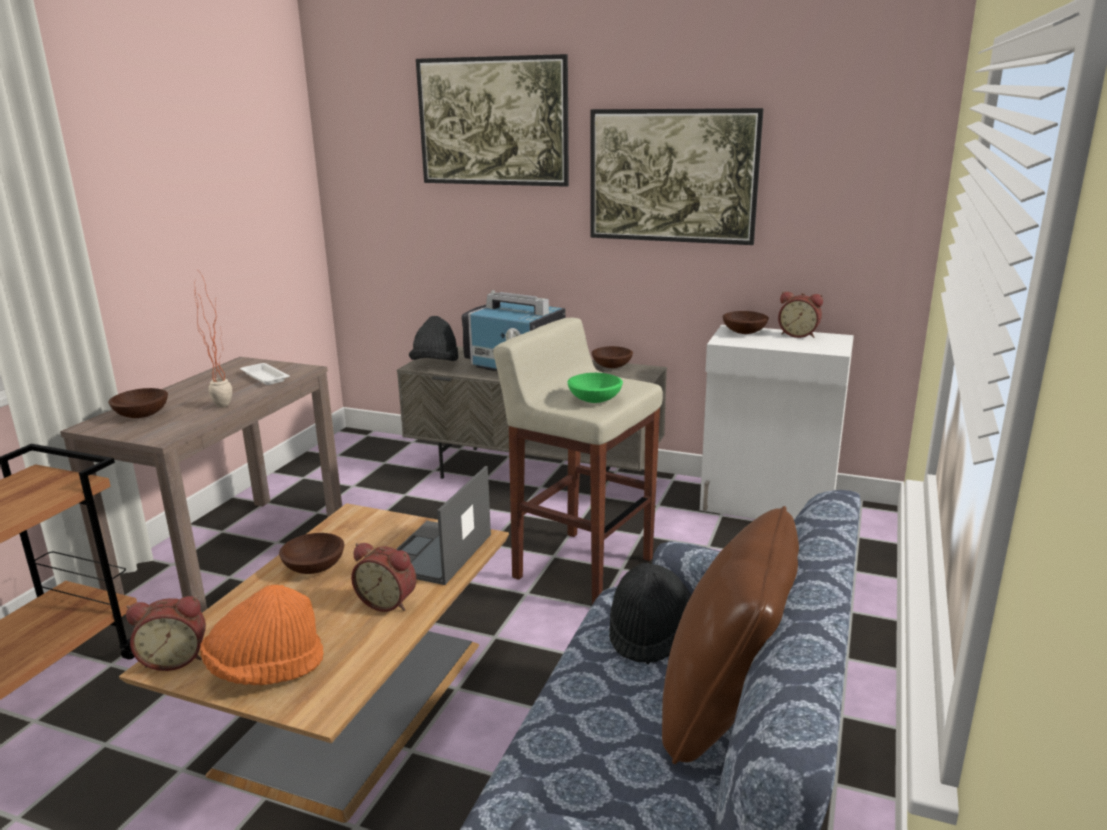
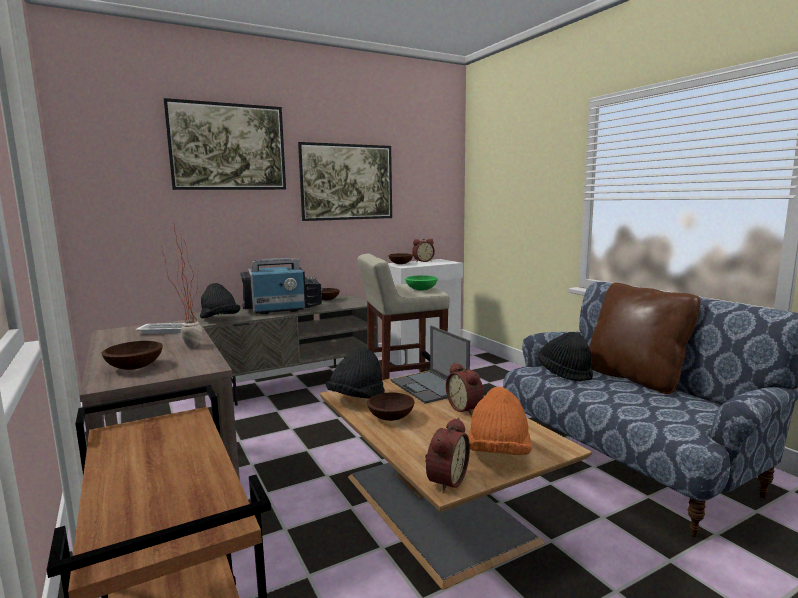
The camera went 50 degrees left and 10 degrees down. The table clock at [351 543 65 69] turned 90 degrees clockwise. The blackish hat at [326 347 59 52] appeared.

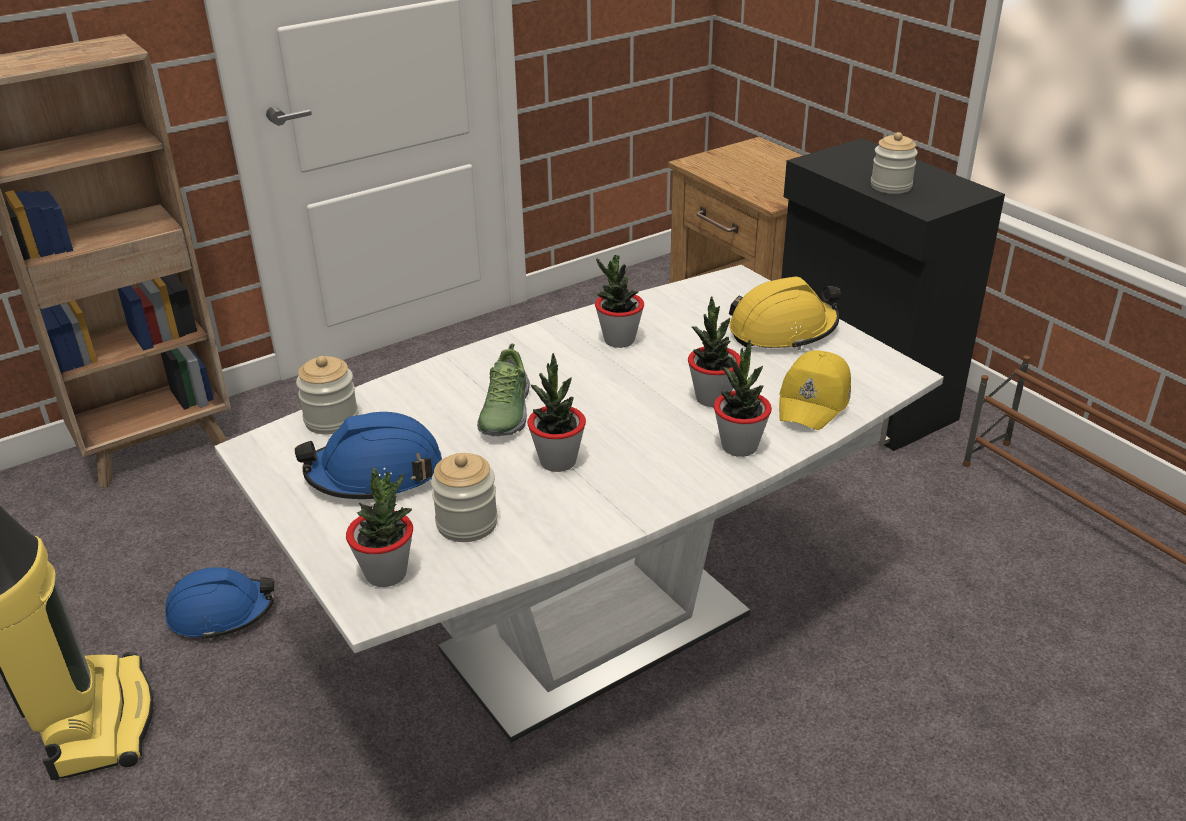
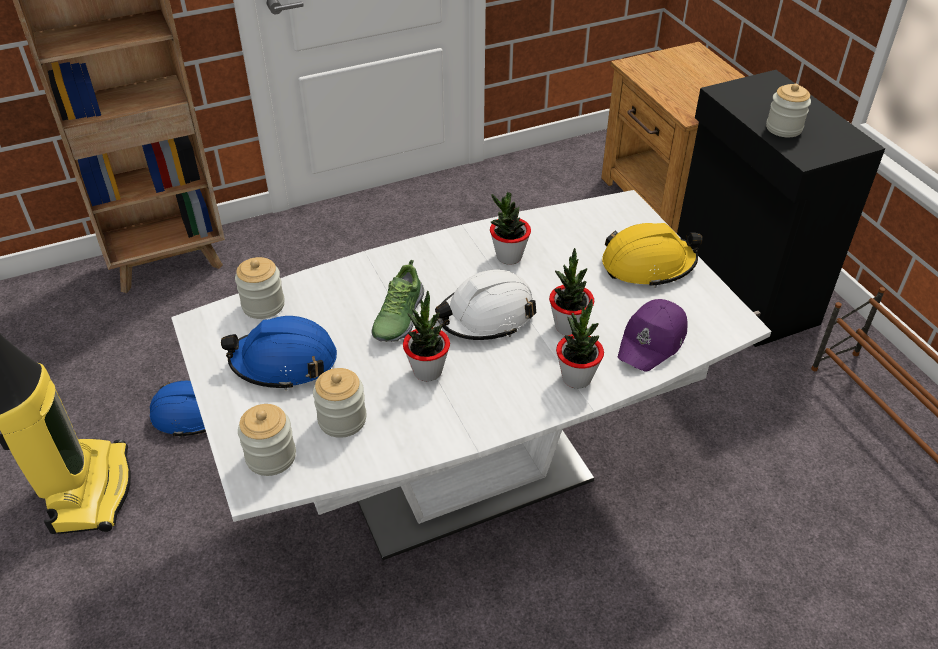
The camera went 10 degrees right and 10 degrees up. The plant in a pot at [346 468 67 119] was replaced by the preserve jar at [238 404 58 72]. The yellow-coloured cap at [779 351 72 79] became the purple-coloured cap at [618 299 69 73]. The white-coloured work helmet at [435 269 101 71] appeared.

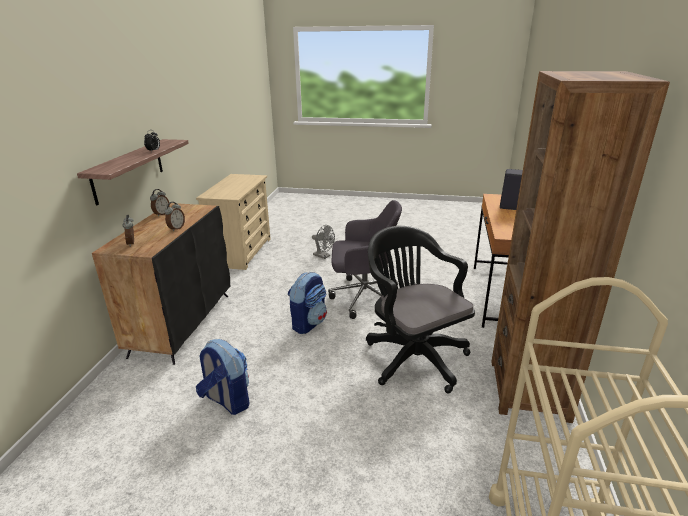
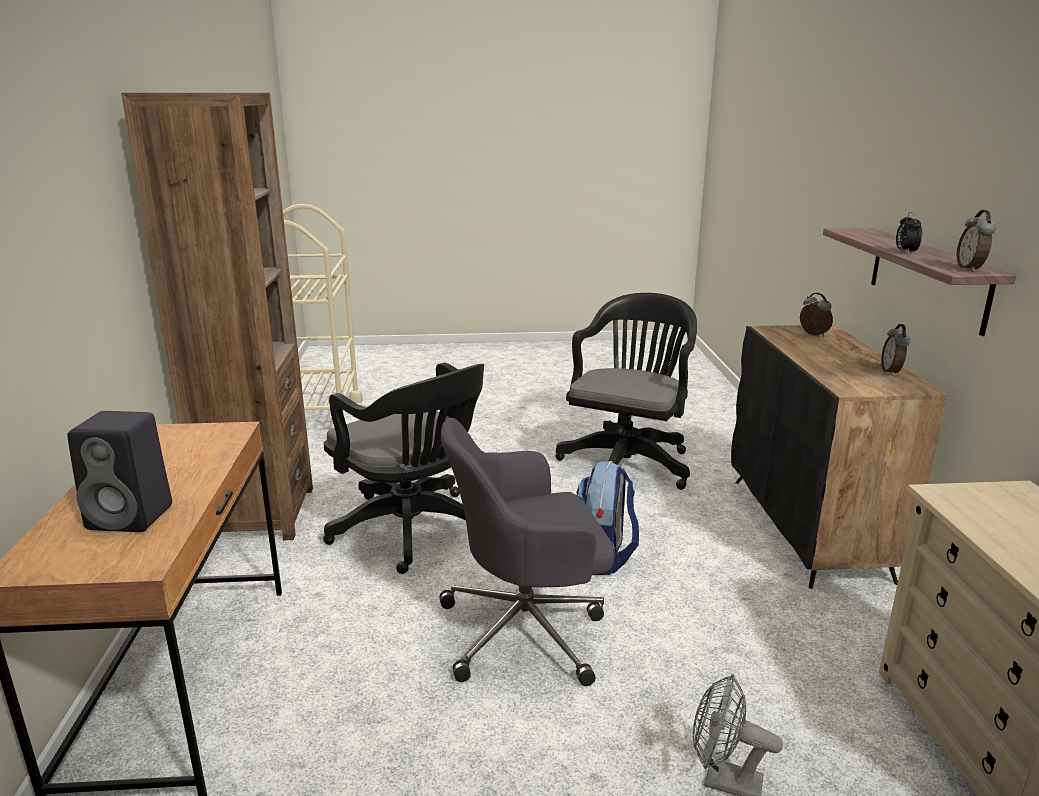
The camera went 165 degrees right and 5 degrees down. The table clock moved from [164 202 21 29] to [957 210 39 62]. The backpack at [196 339 53 76] was replaced by the blackish office chair at [555 293 142 197].

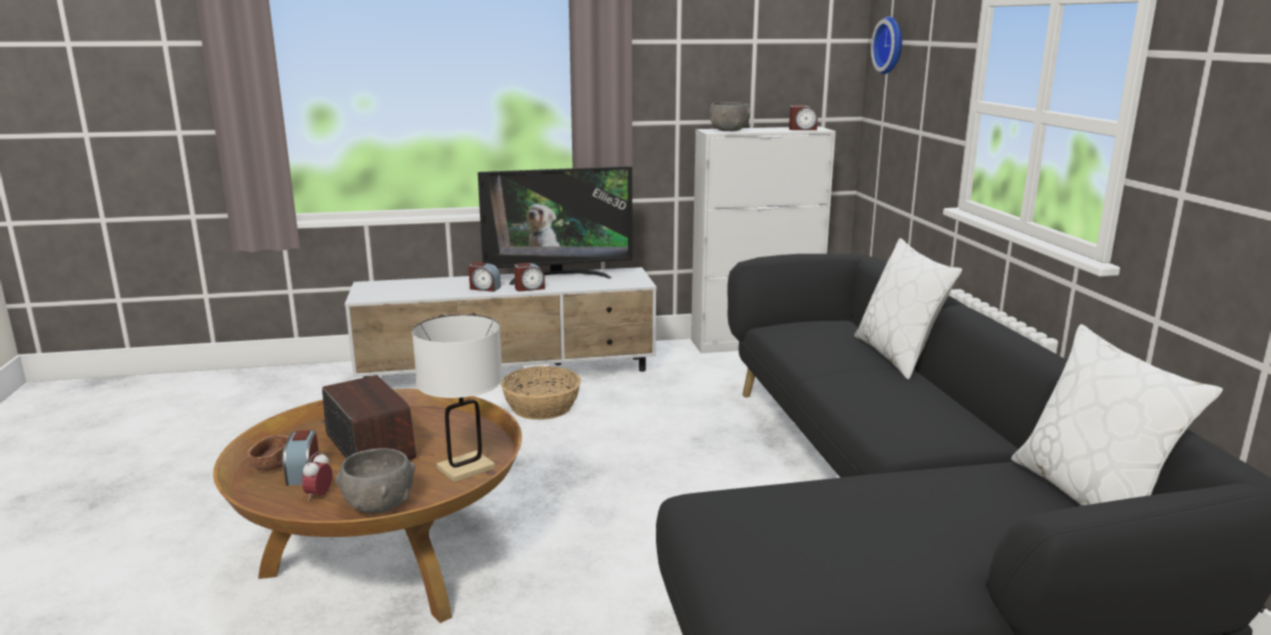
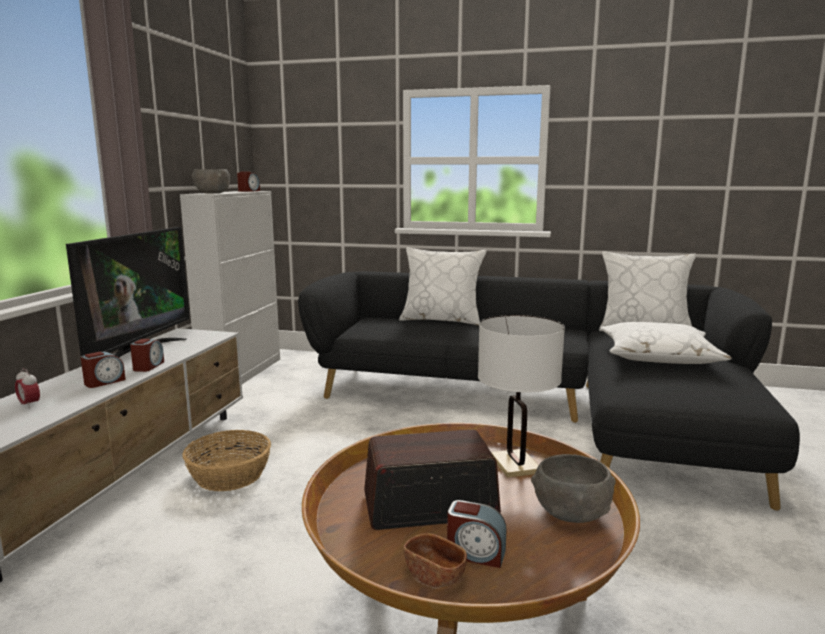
The camera went 65 degrees left and 5 degrees down. The table clock moved from [302 452 30 49] to [15 368 25 41]. The wall clock at [871 16 31 58] disappeared. The white-coloured throw pillow at [601 322 131 42] appeared.

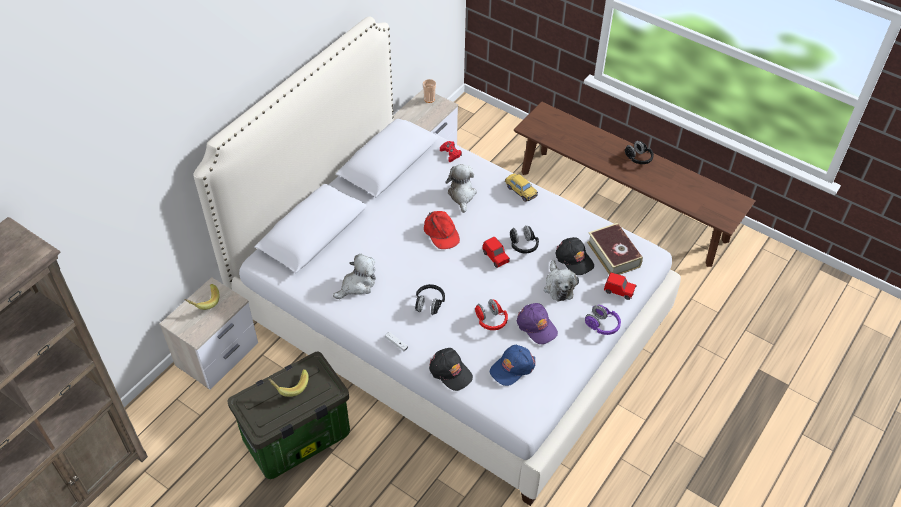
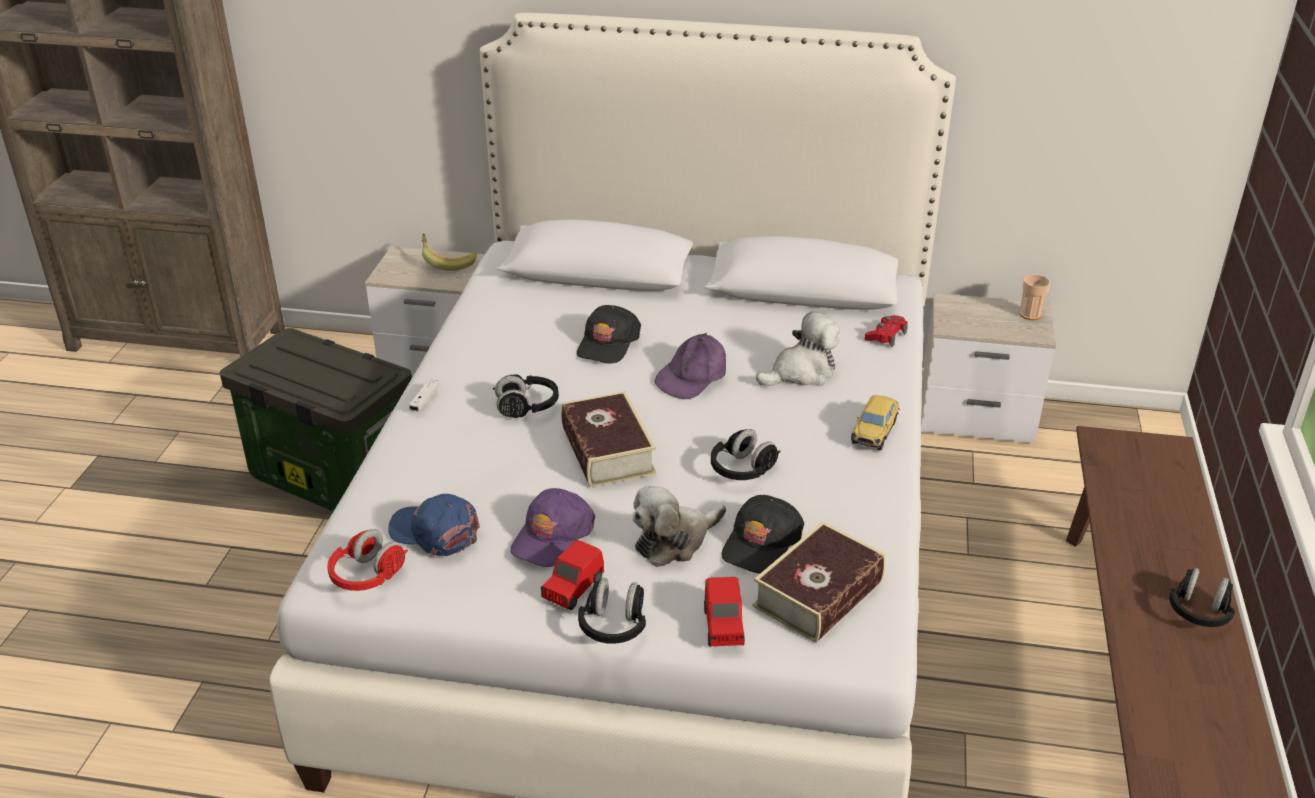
The camera went 65 degrees right and 15 degrees down. The whole banana at [268 369 41 28] disappeared. The soft toy at [333 254 43 45] disappeared. The red-coloured cap at [424 211 36 38] became the purple-coloured cap at [655 333 71 66]. The blackish cap moved from [429 348 44 43] to [577 305 64 58]. The red-coloured headphones moved from [475 299 33 31] to [327 529 81 62]. The red-coloured model car moved from [483 237 27 31] to [541 540 63 70]. The purple-coloured headphones at [585 305 36 30] became the blackish headphones at [578 578 68 66]. The book at [561 391 95 96] appeared.

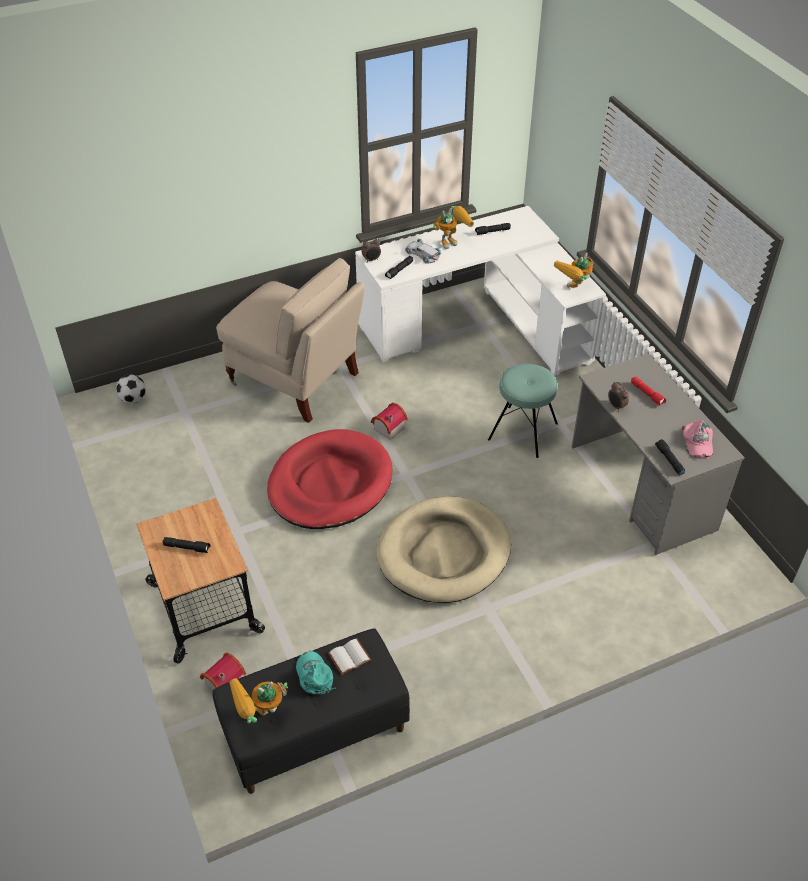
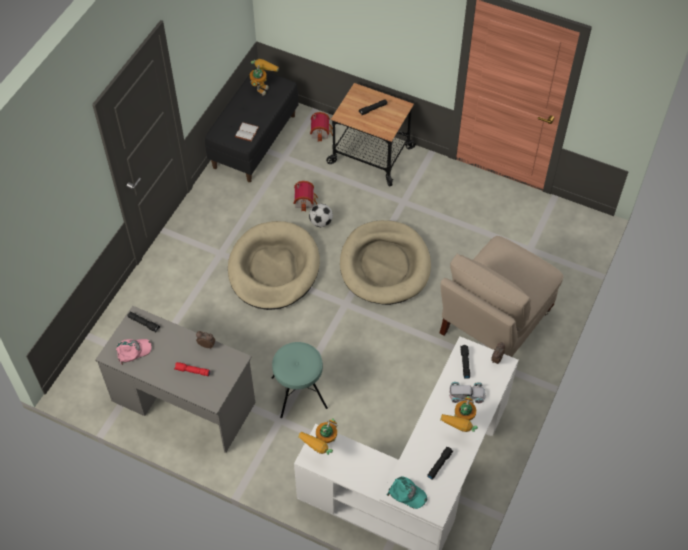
The camera went 140 degrees right and 10 degrees up. The football ball moved from [116 375 30 29] to [309 204 24 23]. The beige upright chair at [216 258 148 165] turned 45 degrees counterclockwise. The red-coloured dog cushion at [267 429 126 100] became the beige dog cushion at [340 220 91 85]. The blue-green cap moved from [296 651 40 44] to [387 476 40 33]. The miniature house moved from [371 403 37 37] to [294 181 24 30]. The model robot at [554 252 39 36] turned 150 degrees counterclockwise. The pink cap at [682 420 31 39] turned 105 degrees clockwise.

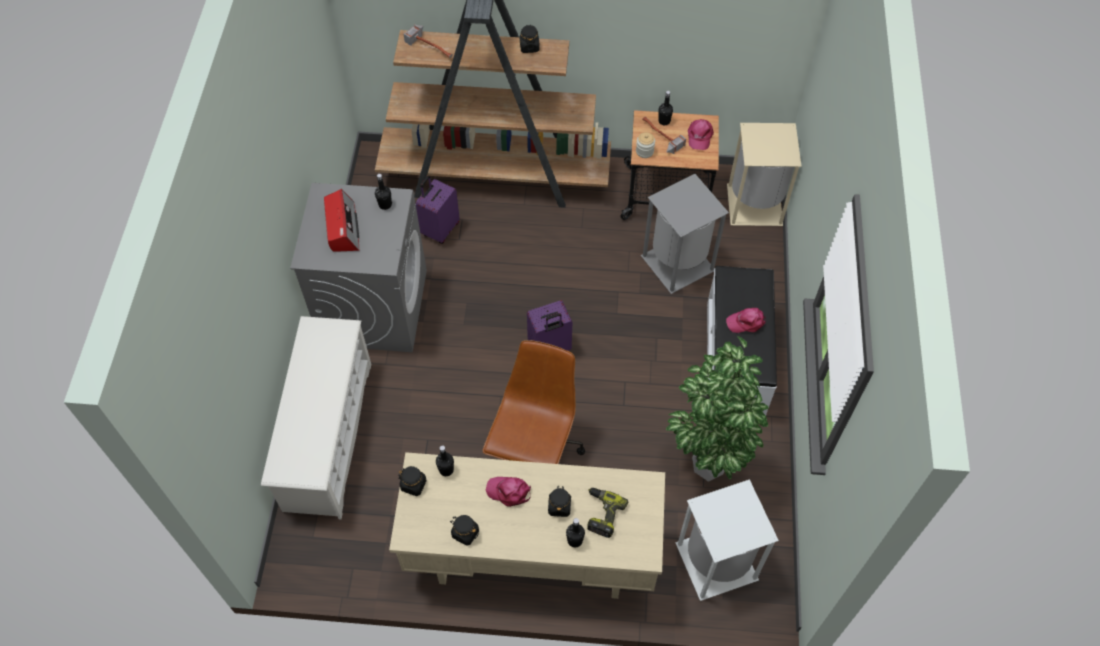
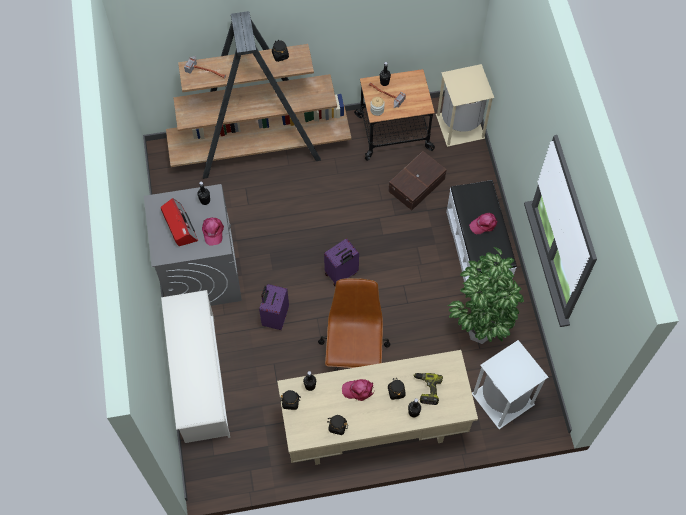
The camera went 15 degrees left and 5 degrees up. The purple-coloured travel case moved from [416 176 44 68] to [259 284 30 46]. The grey rubbish bin at [641 174 88 120] was replaced by the brown storage container at [388 151 59 59]. The pink cap moved from [688 119 26 31] to [202 218 22 27].

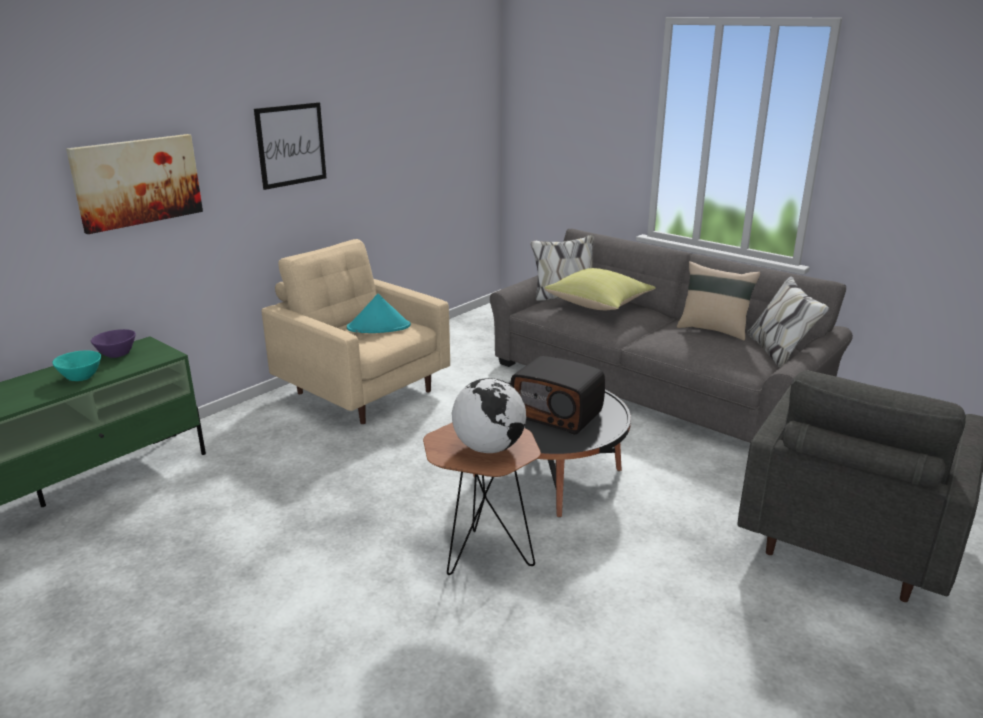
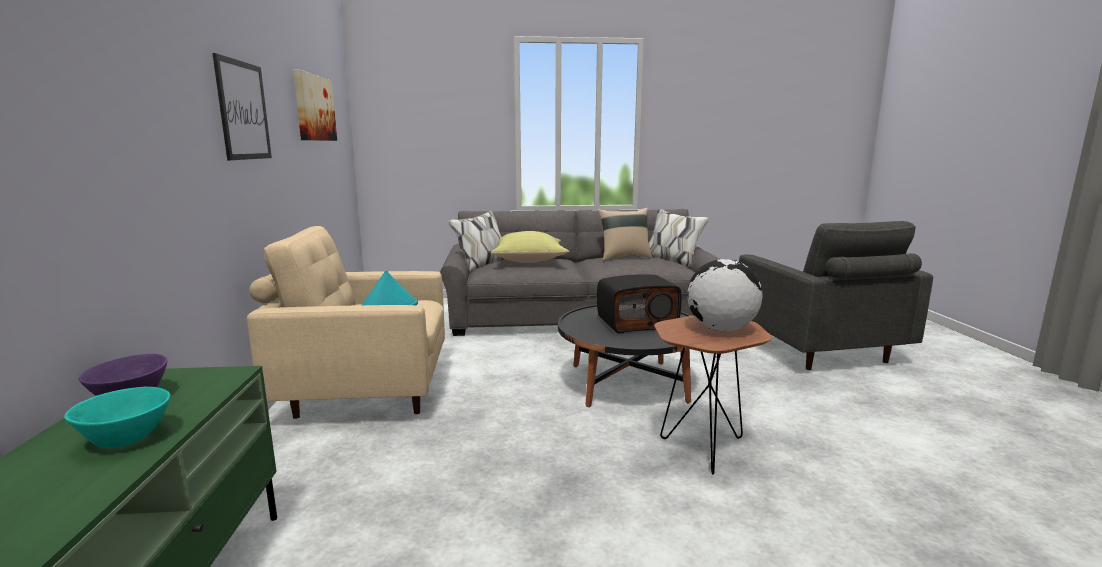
The camera went 45 degrees left and 10 degrees down. The wall picture moved from [66 134 137 100] to [293 69 44 72].

